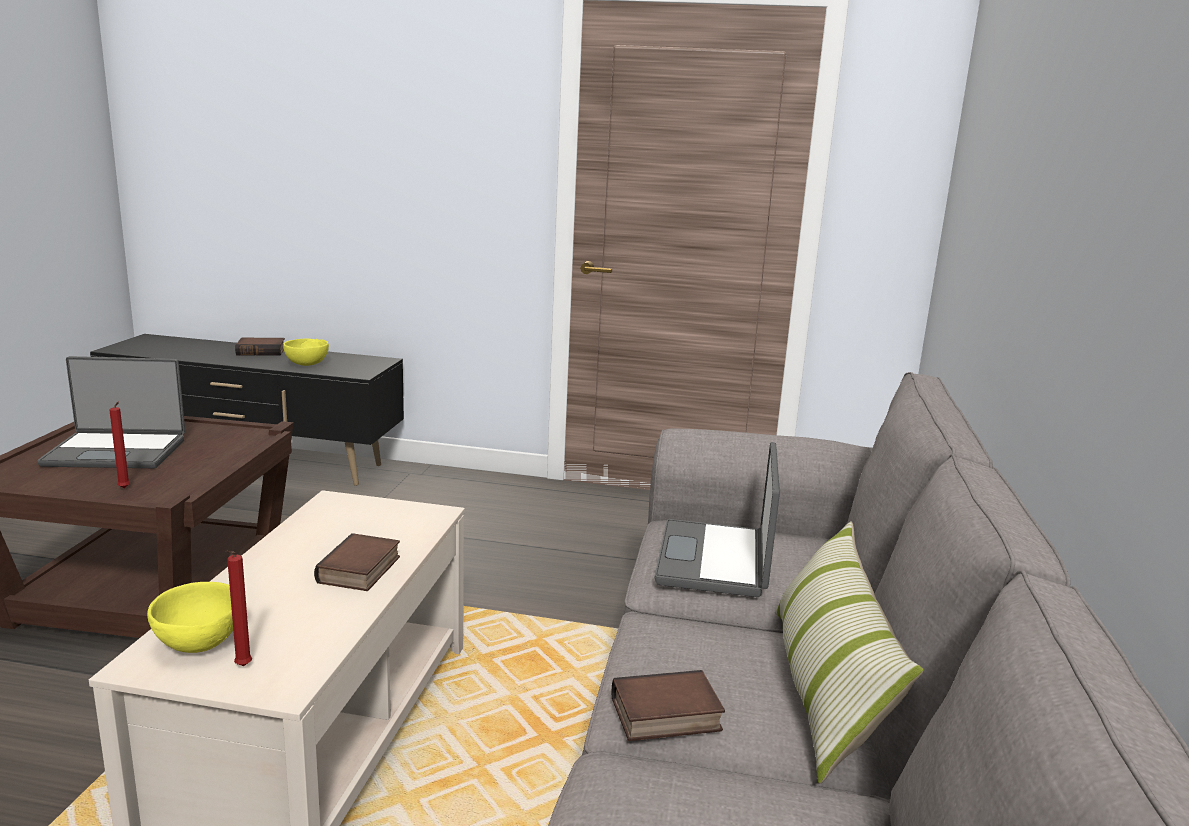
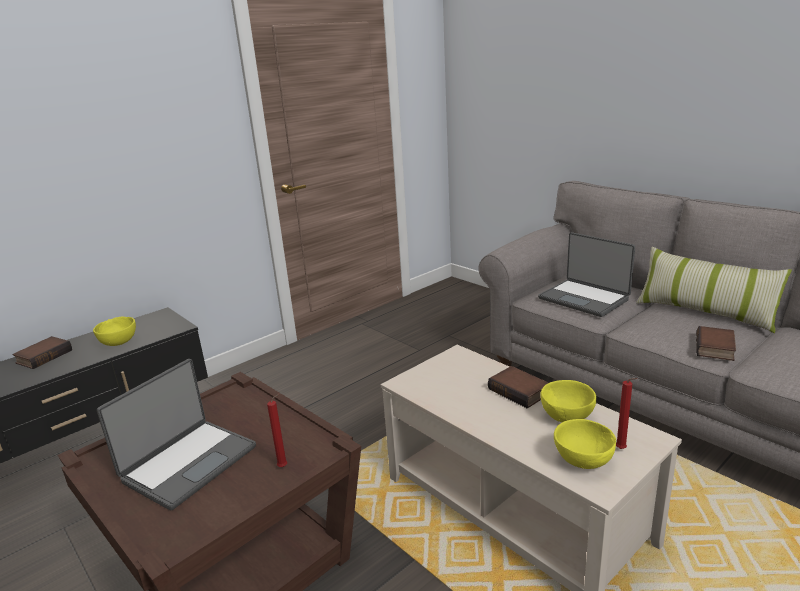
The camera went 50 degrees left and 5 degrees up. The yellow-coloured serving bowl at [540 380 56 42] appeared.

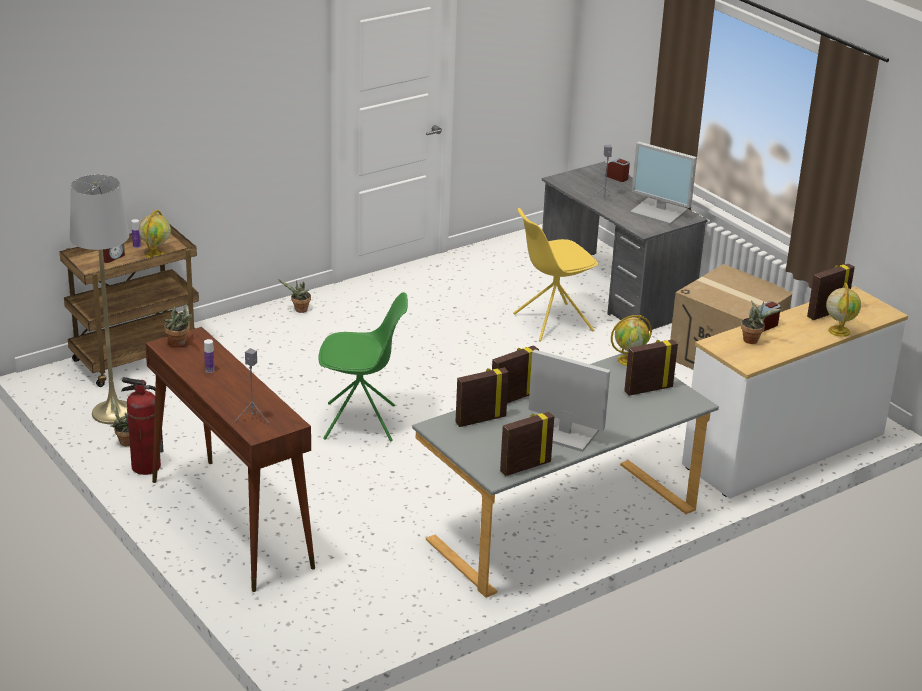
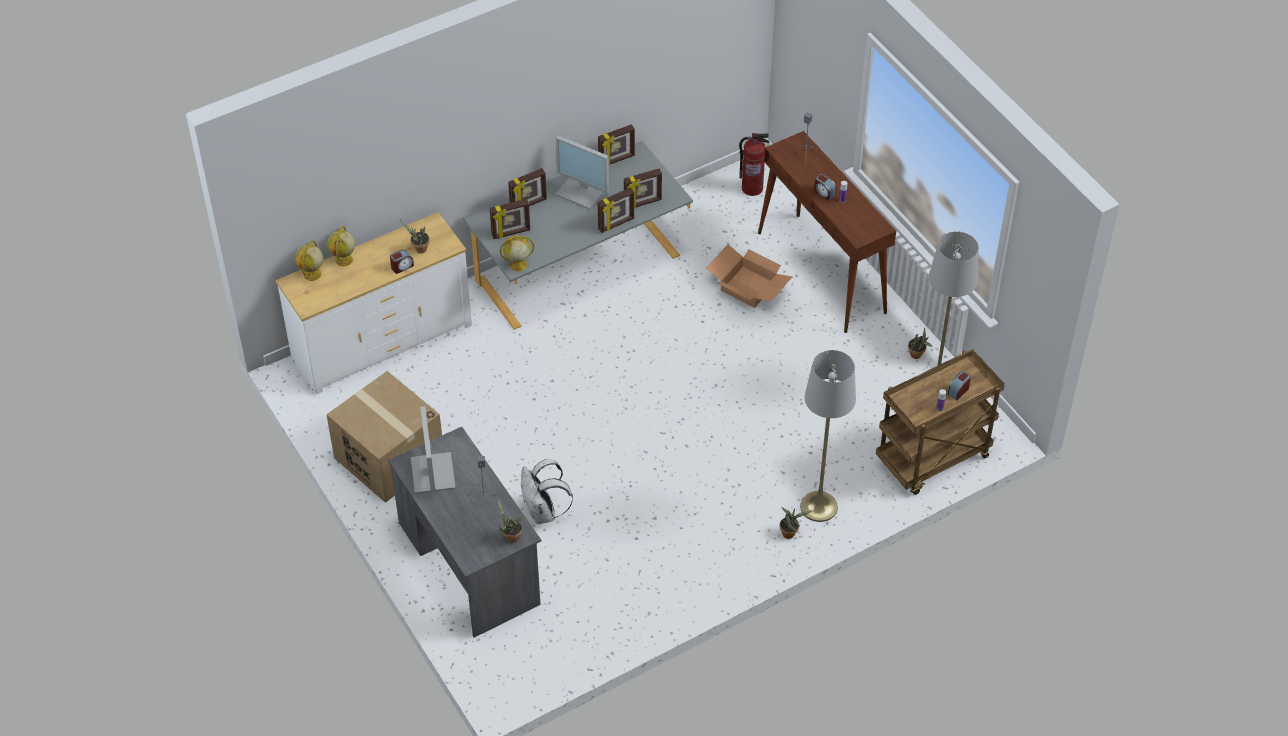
The camera went 175 degrees left and 20 degrees up. The extinguisher moved from [121 377 43 98] to [739 133 31 63]. The desk globe moved from [139 209 32 49] to [295 240 28 41]. The plant in a pot moved from [164 303 29 44] to [498 500 24 43]. The green upright chair at [318 292 90 150] disappeared. The yellow-coloured upright chair at [513 208 86 134] was replaced by the white-coloured backpack at [521 459 52 65]. The table clock moved from [606 159 24 23] to [814 174 22 27]. The computer screen at [630 141 67 84] turned 45 degrees clockwise. The photo frame moved from [807 263 48 57] to [508 168 39 38]. The packing box at [706 244 87 64] appeared. The grey standard lamp at [800 350 56 172] appeared.

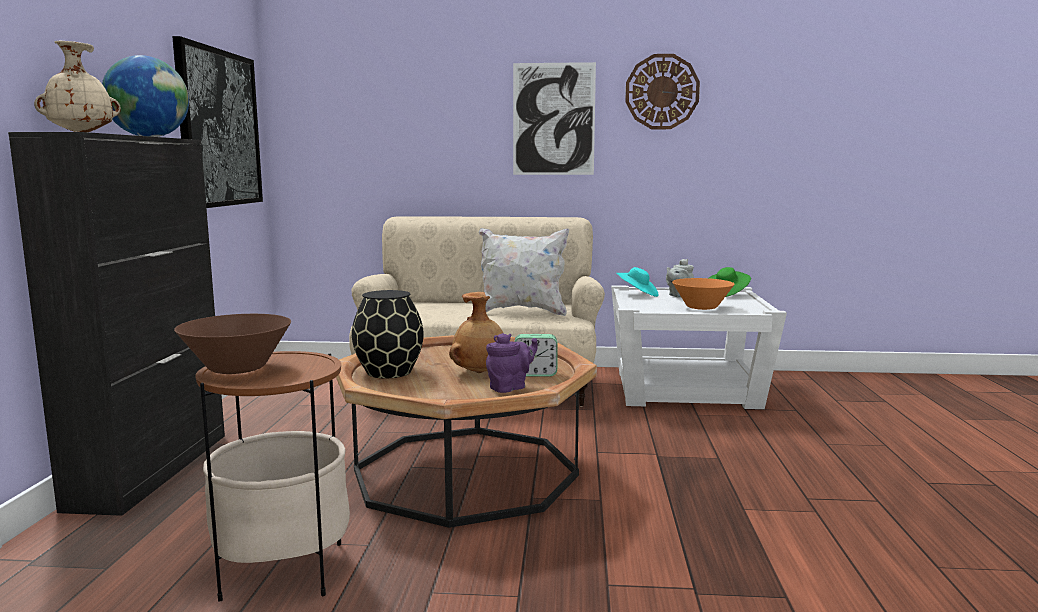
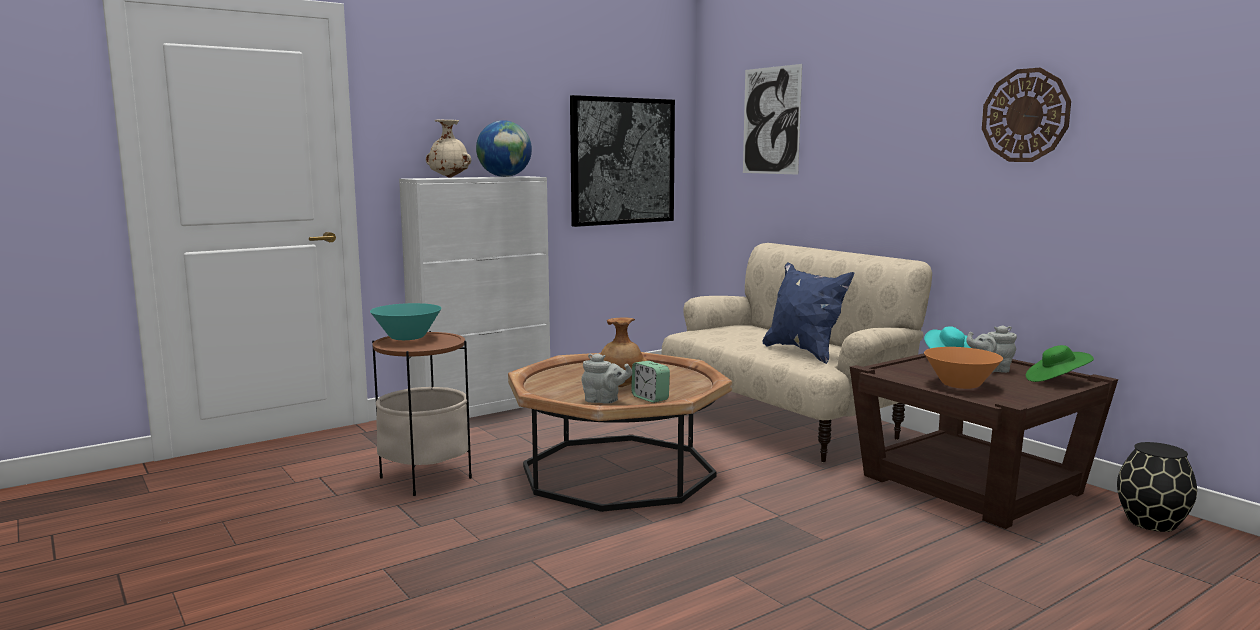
The camera went 50 degrees right and 0 degrees up. The blackish cupboard at [8 132 217 384] became the white-coloured cupboard at [399 176 151 242]. The brown serving bowl at [174 314 117 60] became the blue-green serving bowl at [370 303 72 37]. The blackish decorative vase moved from [352 290 72 89] to [1117 442 80 90]. The white-coloured throw pillow at [479 228 90 88] became the bluish throw pillow at [762 262 92 102]. The purple-coloured tea pot at [486 333 52 60] became the grey tea pot at [581 353 51 51]. The wall picture moved from [513 62 83 113] to [743 64 59 111]. The white-coloured end table at [611 285 176 124] became the brown end table at [850 353 268 176].

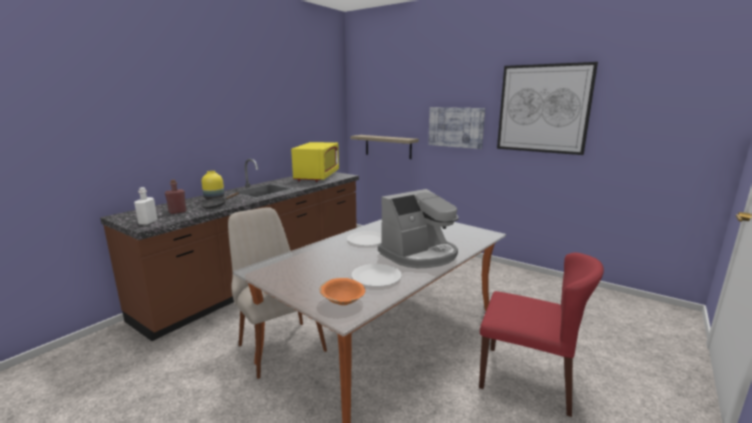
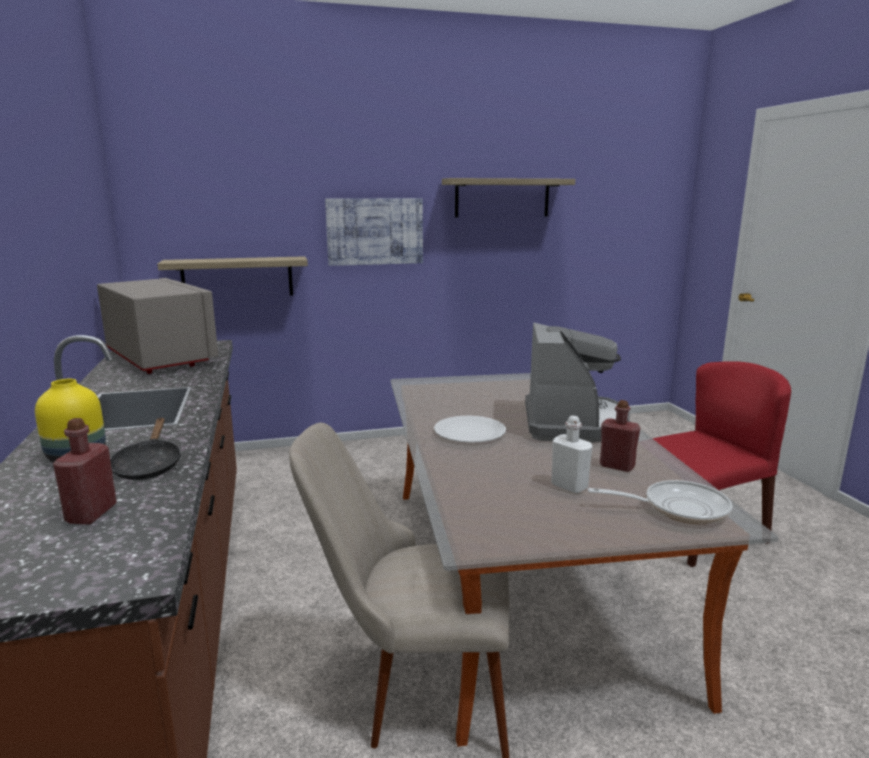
The camera went 50 degrees left and 0 degrees up. The white-coloured bottle moved from [134 187 23 38] to [551 416 42 77]. The yellow-coloured microwave at [291 142 48 40] became the grey microwave at [97 278 121 96]. The orange serving bowl at [320 278 45 27] was replaced by the frying pan at [588 480 144 44]. The white-coloured plate at [352 264 50 23] was replaced by the red-coloured bottle at [600 400 40 72]. The wall picture at [497 62 101 93] was replaced by the wall shelf at [442 178 133 40].

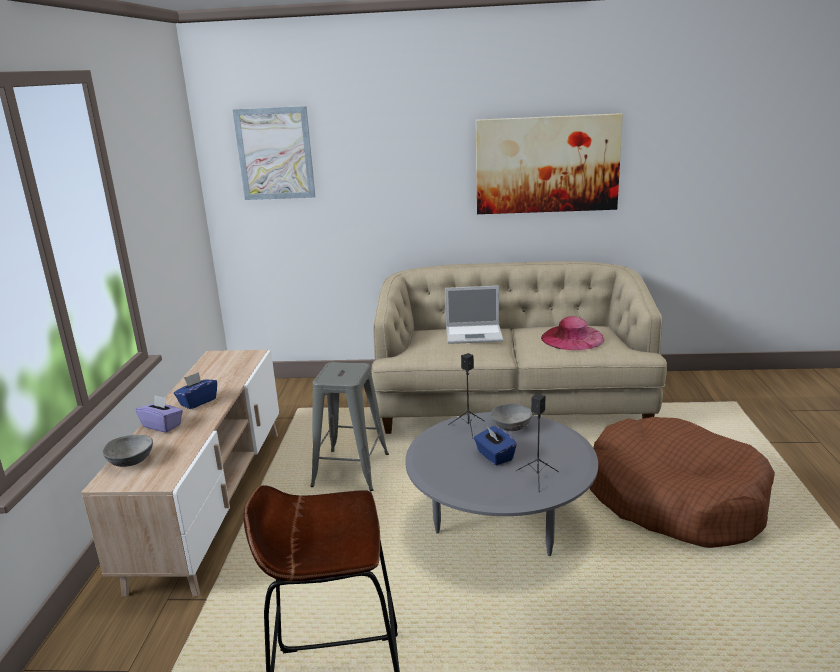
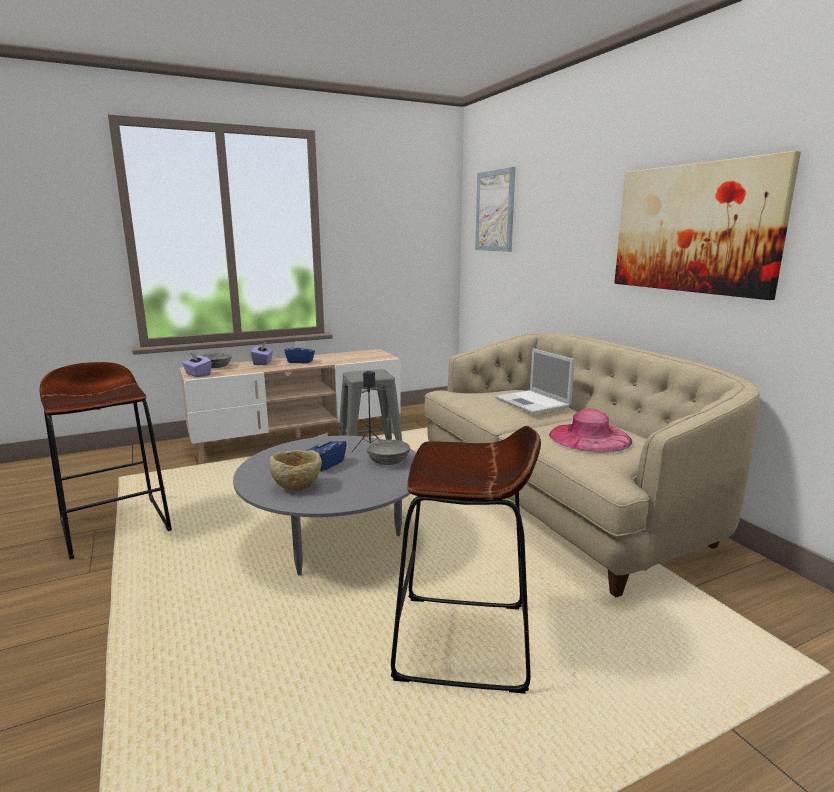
The camera went 60 degrees right and 5 degrees down. The blackish speaker at [516 394 43 98] was replaced by the beige serving bowl at [269 450 53 41]. The brown dog cushion at [590 417 185 131] was replaced by the brown stool seat at [391 426 150 268]. The purple-coloured tissue holder at [182 352 30 25] appeared.

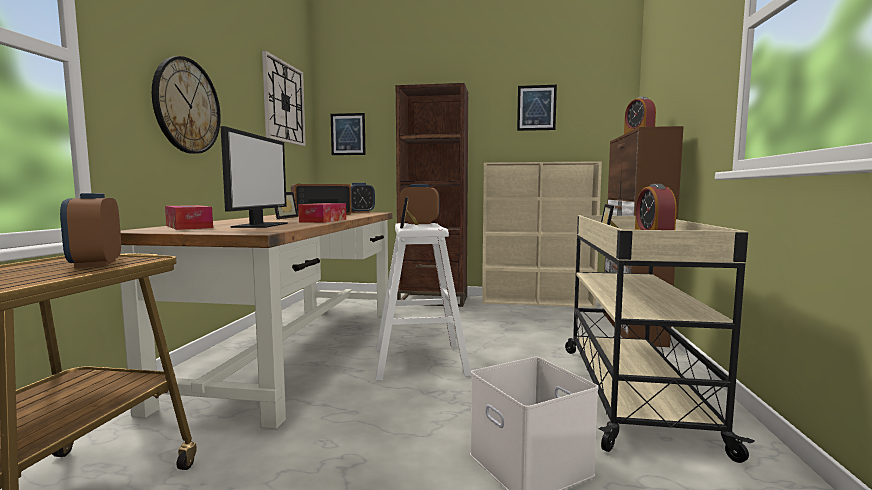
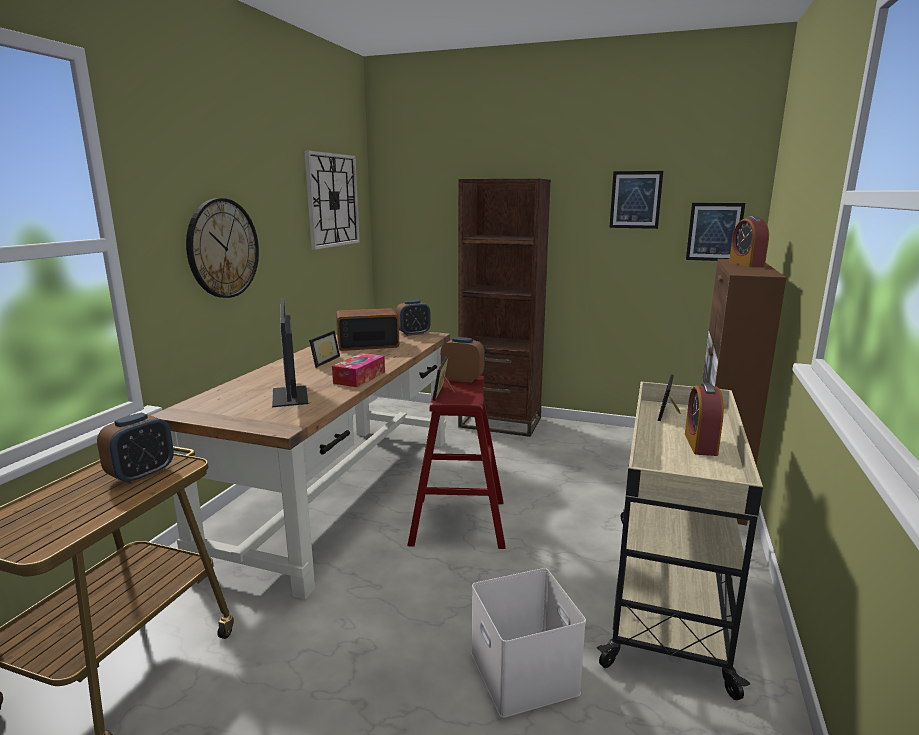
The camera went 10 degrees right and 10 degrees up. The table clock at [60 193 61 75] turned 135 degrees counterclockwise. The tissue holder at [165 205 48 25] disappeared. The computer screen at [221 126 67 102] turned 150 degrees clockwise. The wall picture moved from [331 113 35 42] to [686 203 59 58]. The white-coloured stool seat at [375 223 96 158] became the red-coloured stool seat at [407 376 98 173]. The beige bookcase at [482 161 120 147] disappeared.

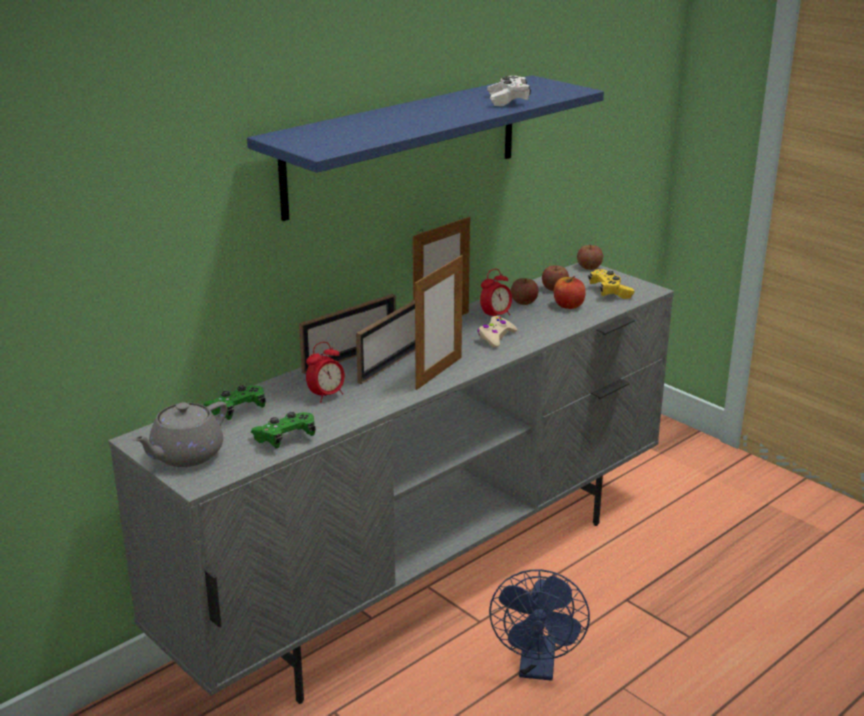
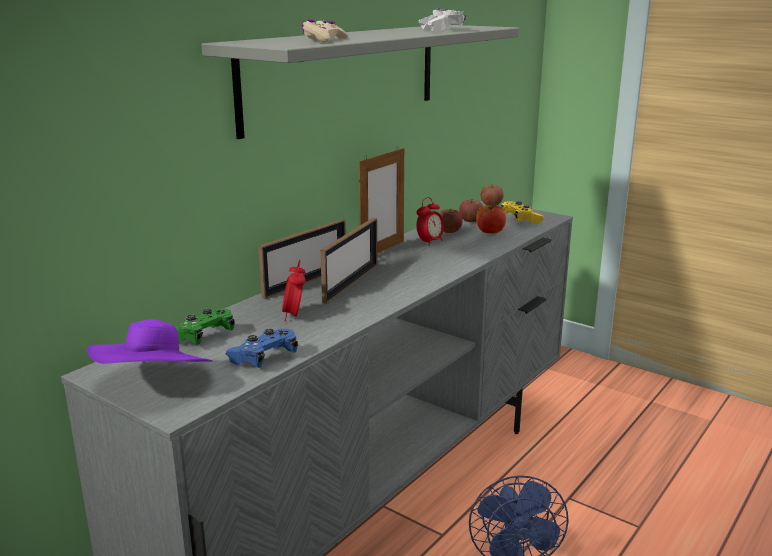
The camera went 10 degrees left and 5 degrees down. The grey tea pot at [133 402 94 65] was replaced by the purple-coloured hat at [87 319 126 45]. The bluish wall shelf at [247 75 357 146] became the grey wall shelf at [201 25 318 114]. The green gamepad at [251 412 65 36] became the bluish gamepad at [226 329 72 39]. The table clock at [306 342 39 60] turned 135 degrees clockwise. The photo frame at [415 255 48 135] disappeared. The beige gamepad moved from [477 316 40 32] to [301 19 47 23].

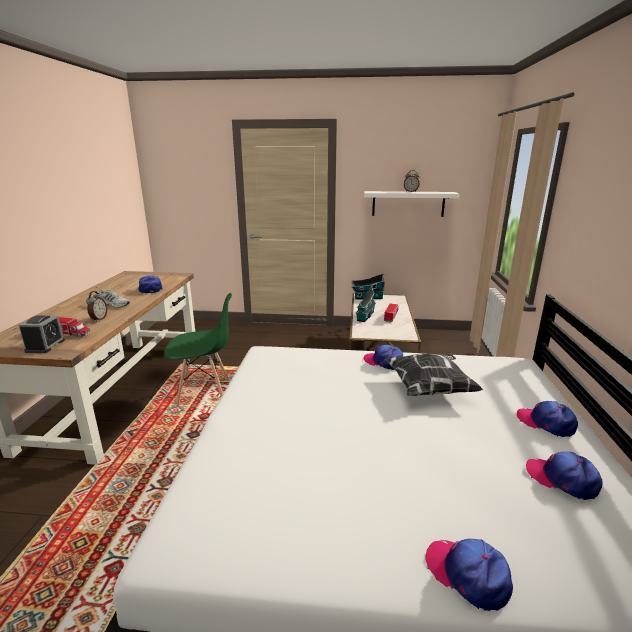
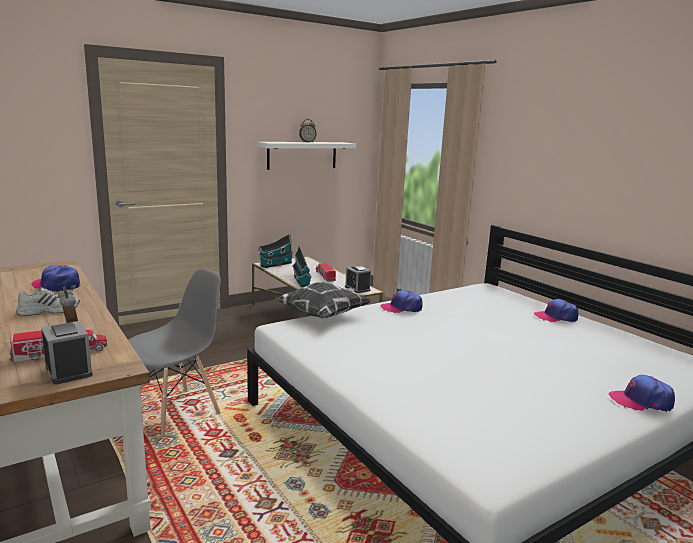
The camera went 40 degrees left and 5 degrees down. The green upright chair at [164 293 68 114] became the grey upright chair at [128 269 93 169]. The throw pillow moved from [384 352 99 44] to [275 282 96 36]. The cap at [526 452 77 48] disappeared. The table clock at [345 266 26 27] appeared.

